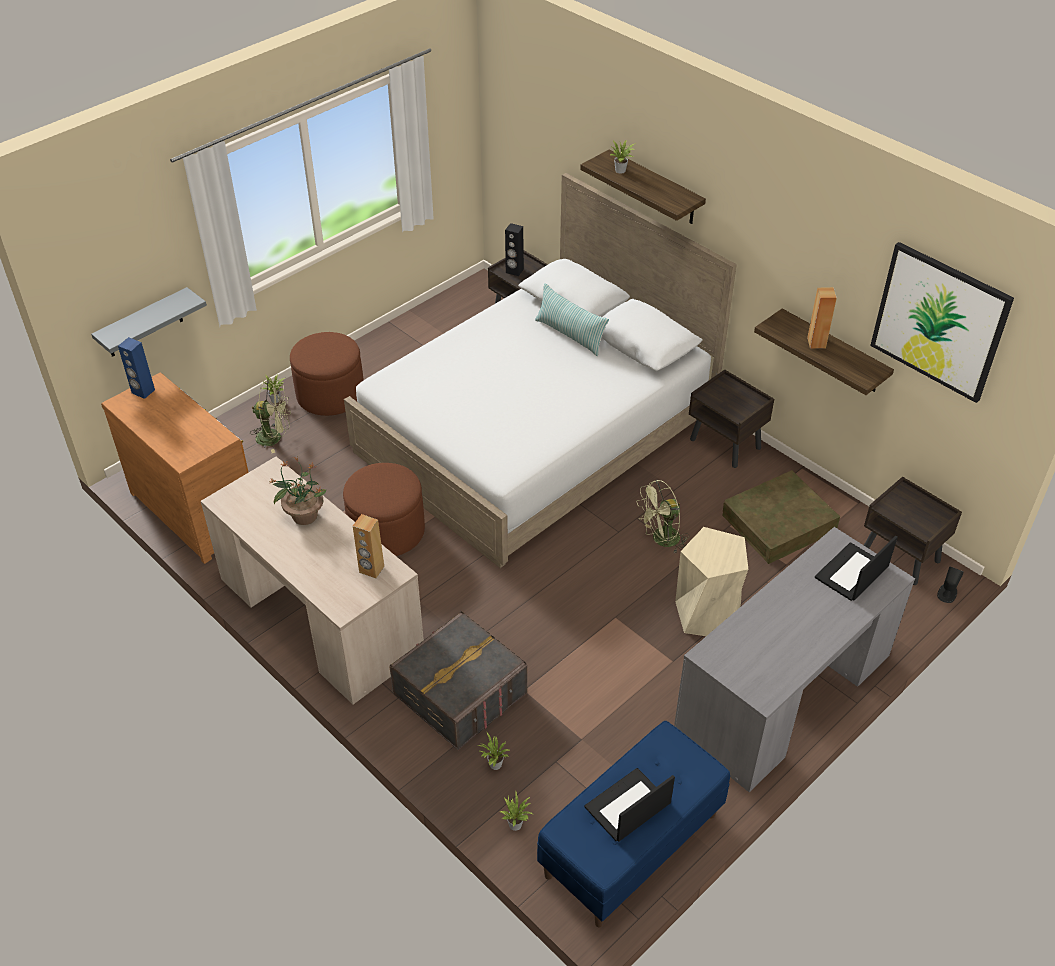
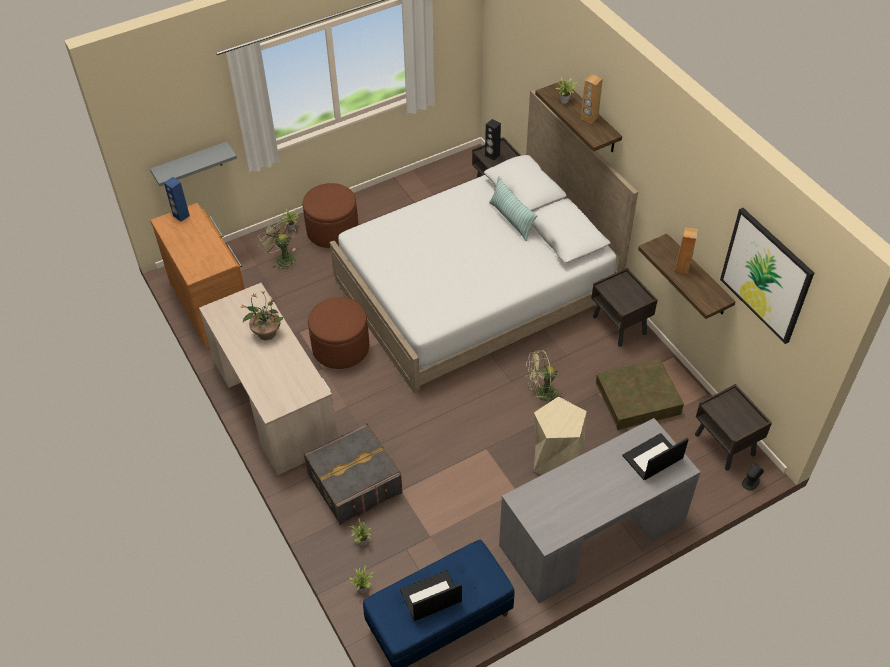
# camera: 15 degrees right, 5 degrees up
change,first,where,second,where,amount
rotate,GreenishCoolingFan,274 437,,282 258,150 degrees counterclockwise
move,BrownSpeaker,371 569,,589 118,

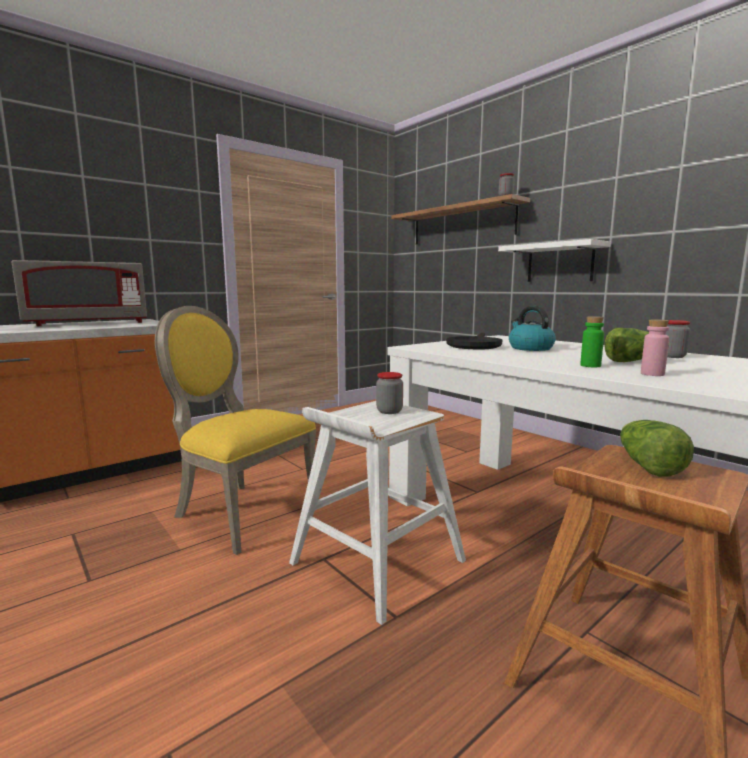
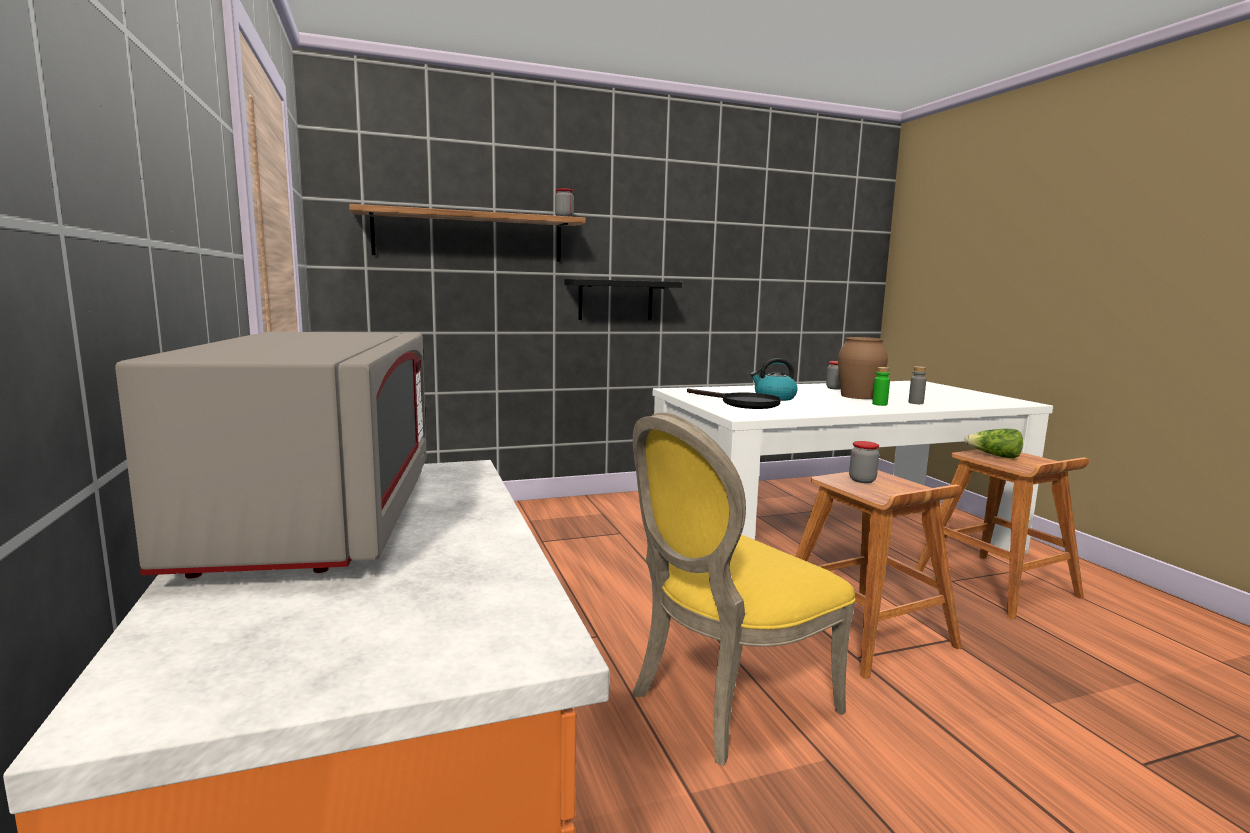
# camera: 70 degrees left, 0 degrees up
change,first,where,second,where,amount
recolor,WhitishWallShelf,560 263,BlackColouredWallShelf,615 300,
recolor,PinkColouredBottle,652 374,GrayBottle,916 403,
replace,Lettuce,632 361,BrownVase,858 396,
recolor,WhitishStoolSeat,376 562,BrownStoolSeat,865 632,

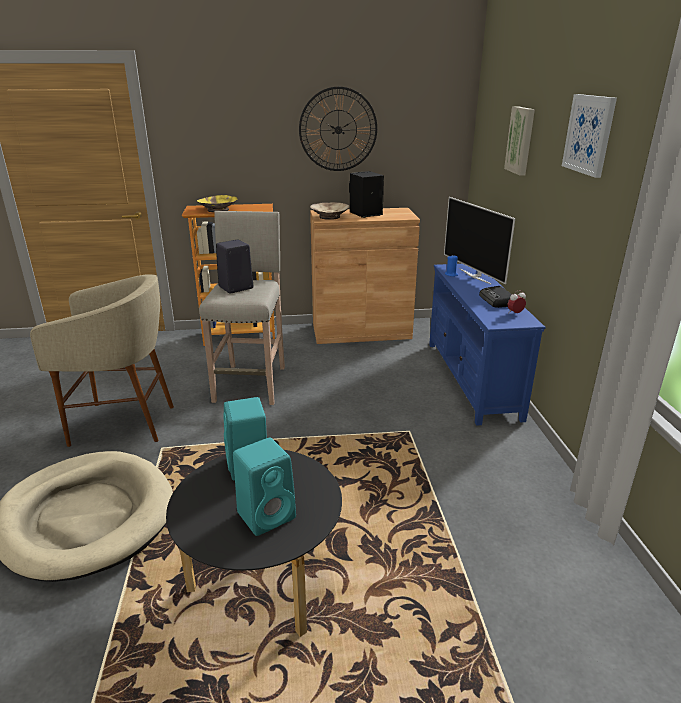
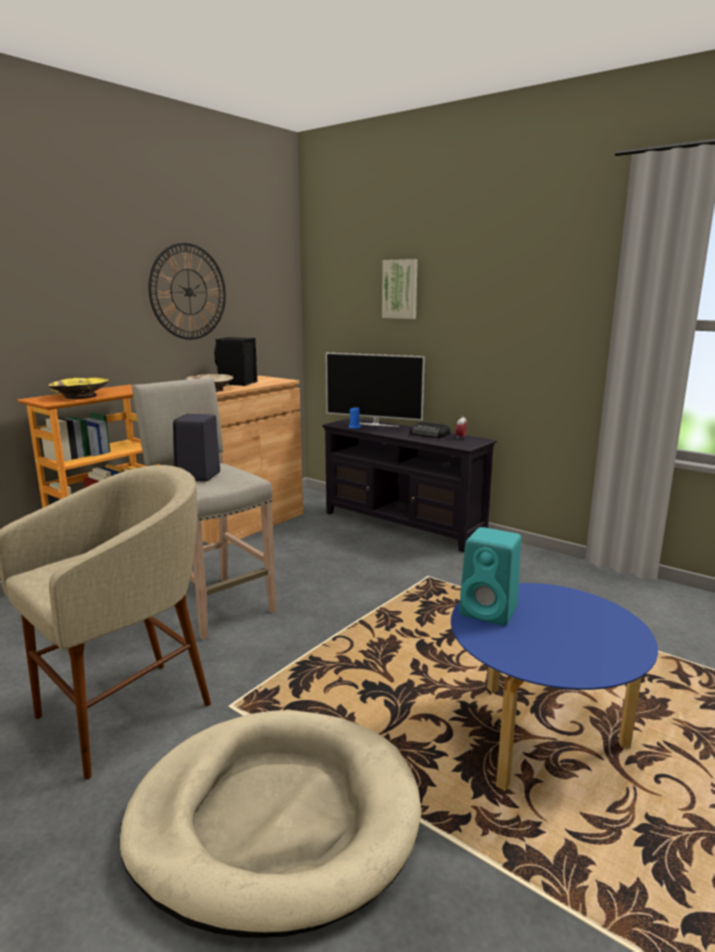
# camera: 45 degrees left, 10 degrees down
change,first,where,second,where,amount
delete,WallPicture,589 134,,,
recolor,BlueColouredTvStand,472 379,BlackColouredTvStand,403 525,
delete,BlueGreenSpeaker,268 514,,,
recolor,BlackColouredLoungeTable,262 583,BlueColouredLoungeTable,539 738,

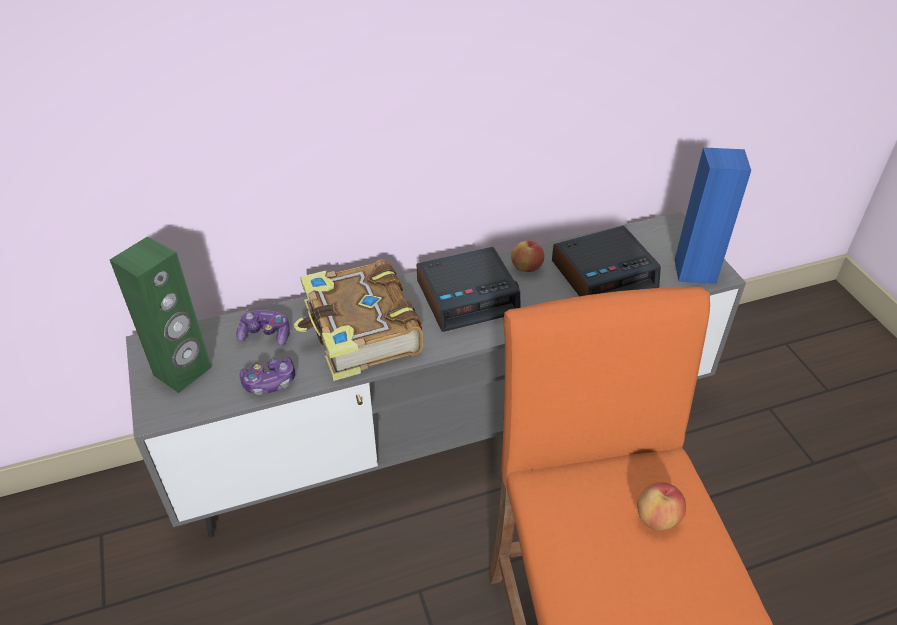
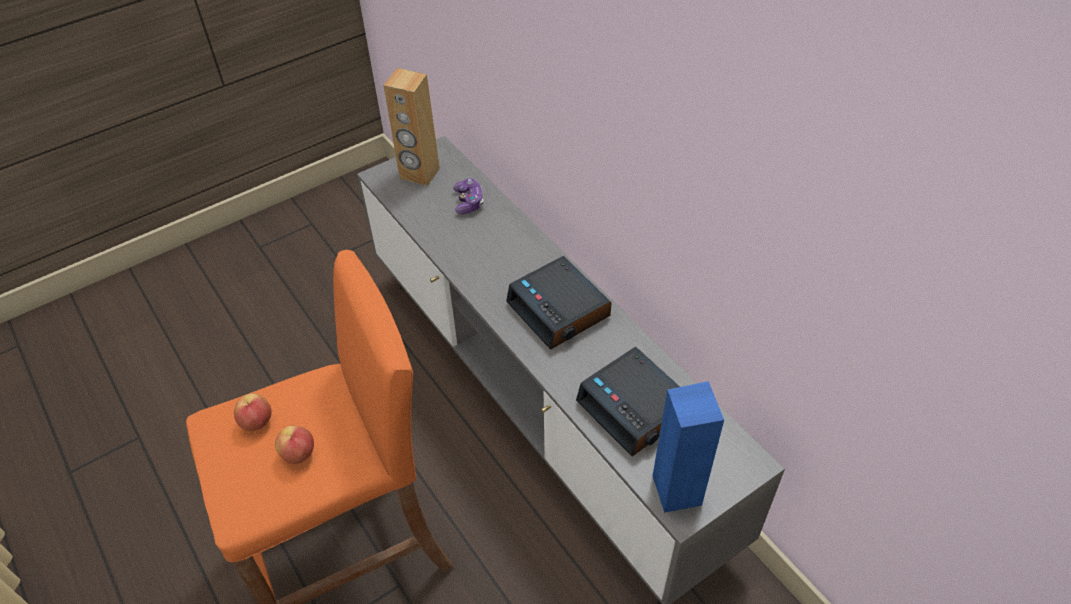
# camera: 75 degrees right, 5 degrees up
change,first,where,second,where,amount
recolor,GreenishSpeaker,183 371,BrownSpeaker,419 174,
move,WholeApple,527 267,,257 422,
delete,Book,360 333,,,
delete,Gamepad,269 382,,,

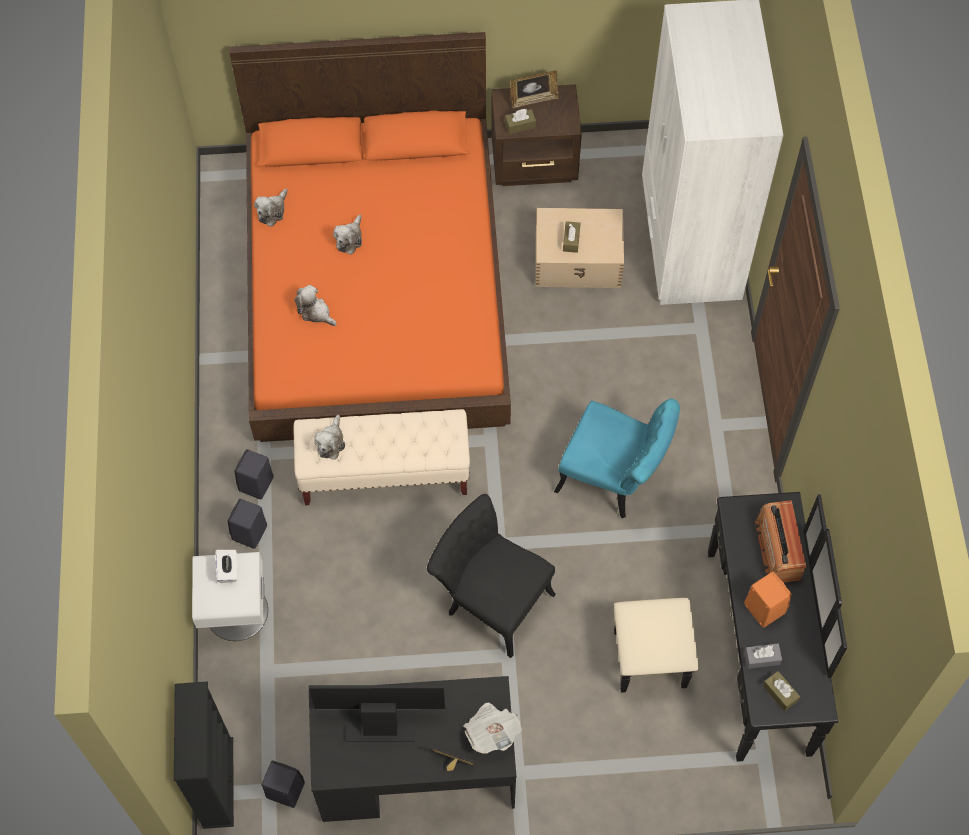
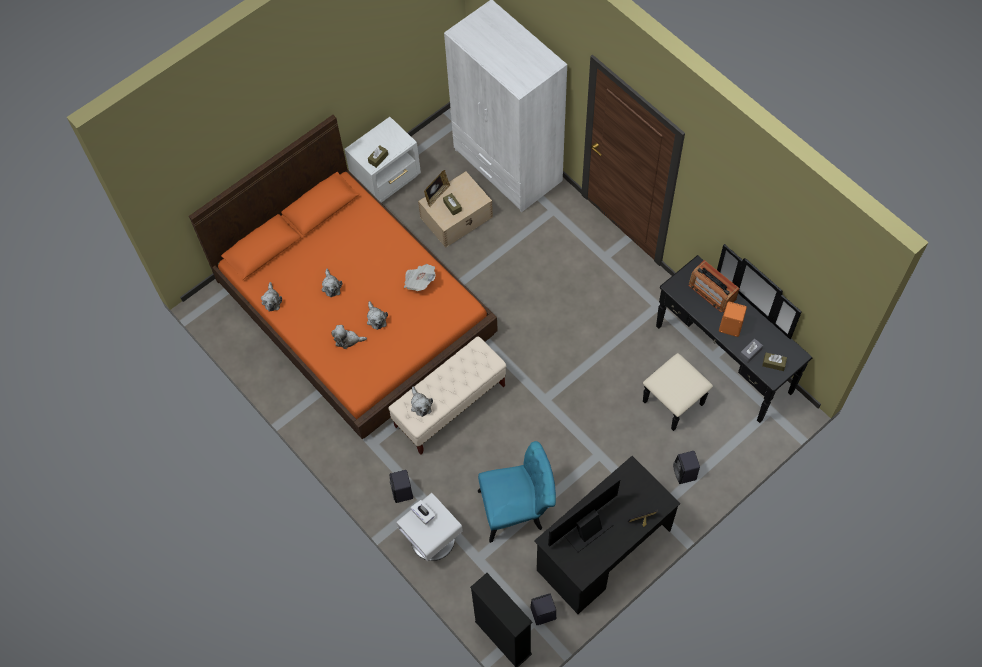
# camera: 35 degrees left, 0 degrees up
change,first,where,second,where,amount
move,StandingFrame,533 99,,437 195,
recolor,BrownBedsideTable,535 164,WhitishBedsideTable,387 179,
move,BlueGreenUprightChair,614 478,,518 509,
move,BlackColouredSpeaker,256 485,,685 474,
delete,BlackColouredUprightChair,491 599,,,
move,Newspaper,492 731,,419 281,
insert,,,SoftToy,376 318,

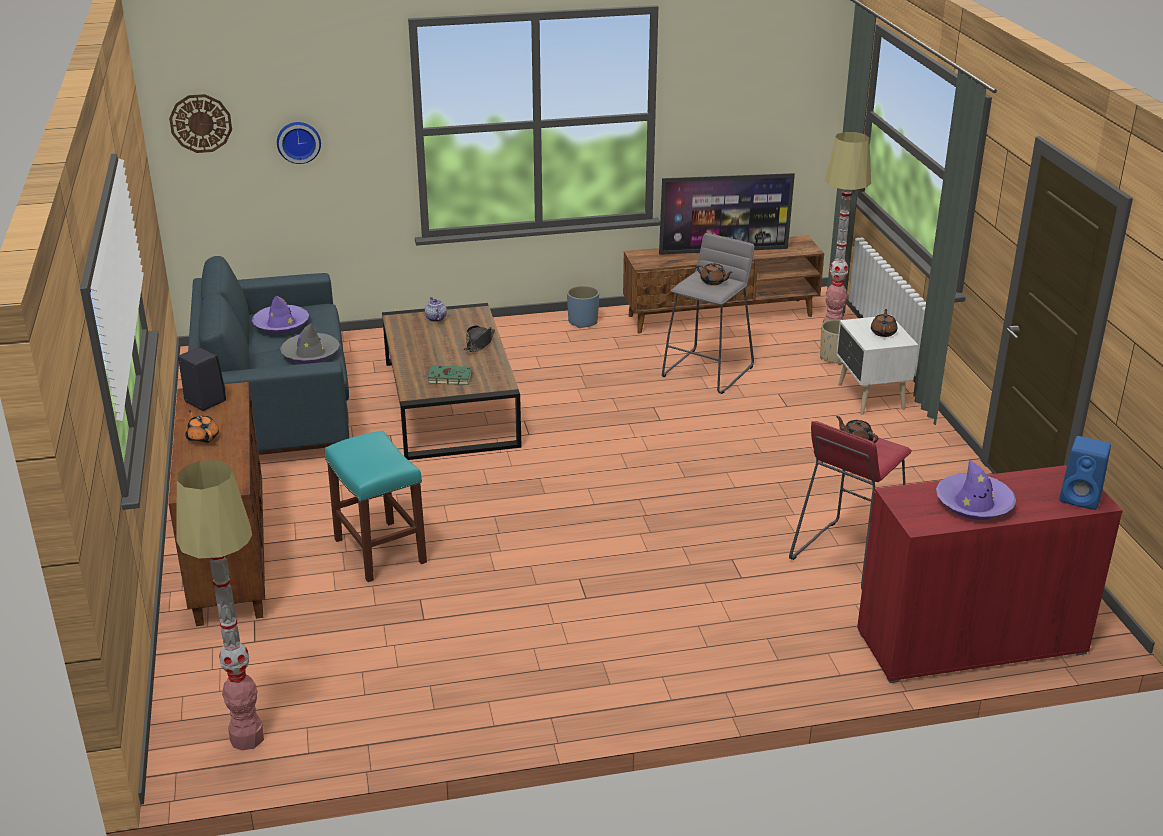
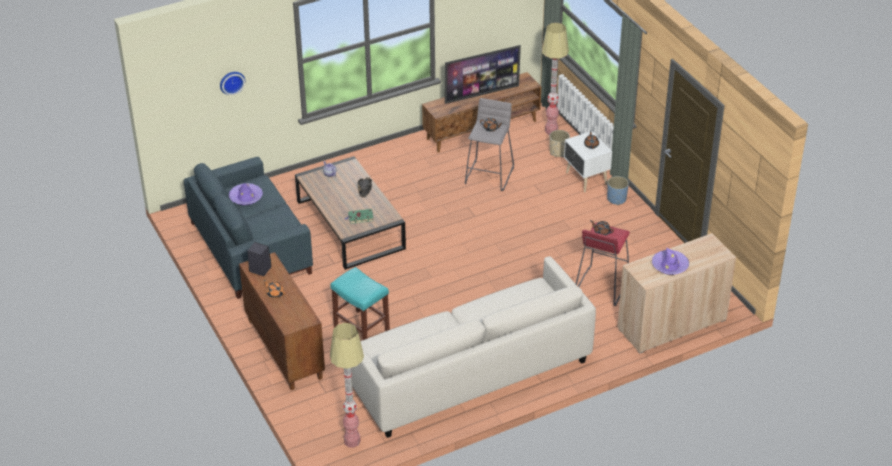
# camera: 15 degrees left, 10 degrees up
change,first,where,second,where,amount
delete,HangingClock,200 123,,,
move,BlueColouredPlanter,583 322,,616 199,
delete,GrayWearableHat,310 354,,,
delete,BlueColouredSpeaker,1081 498,,,
recolor,ReddishCupboard,970 642,BeigeCupboard,671 324,
insert,,,WhitishSettee,469 372,

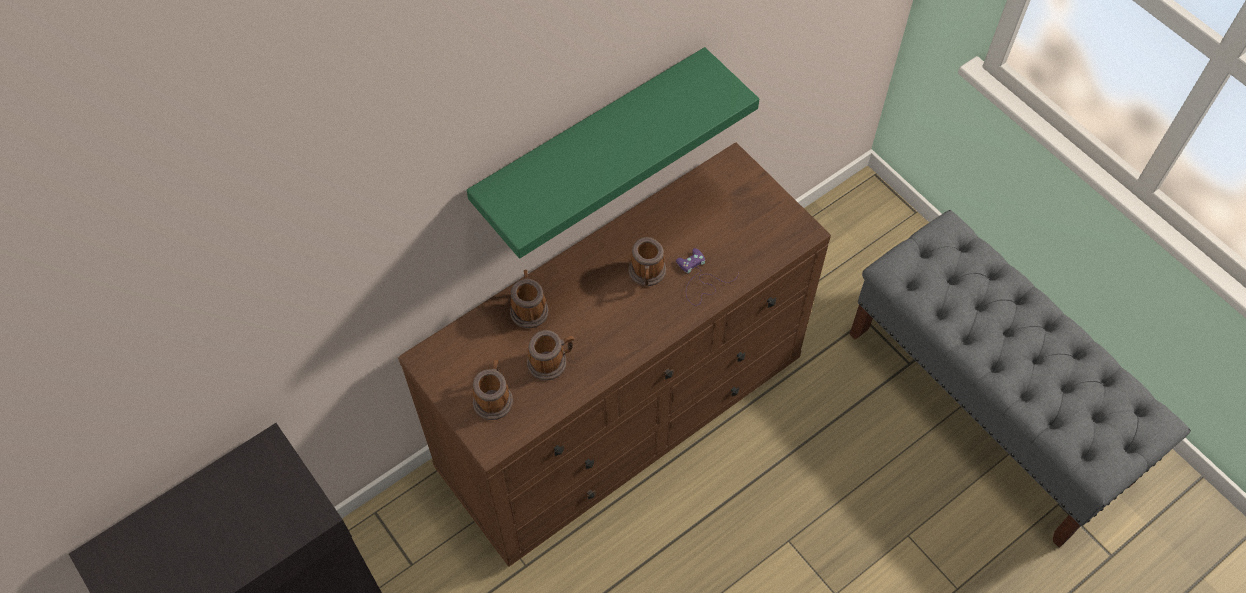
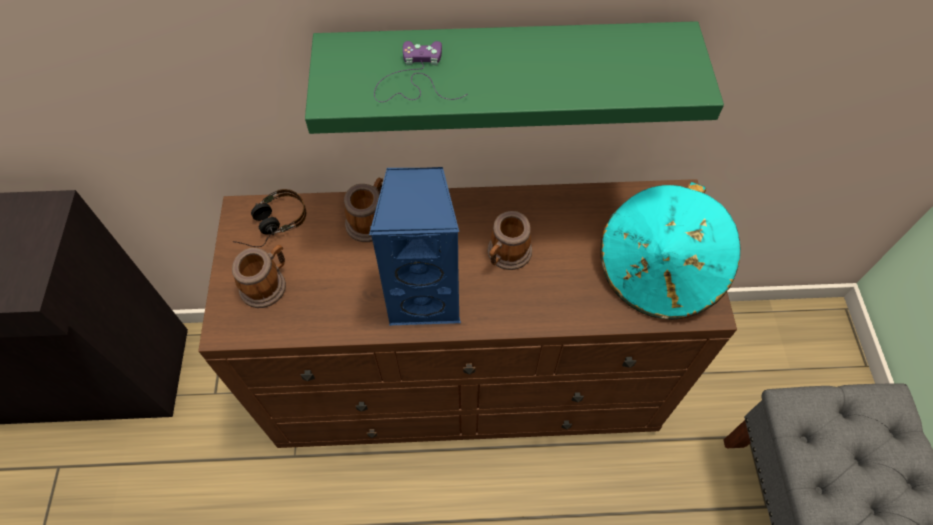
# camera: 35 degrees right, 0 degrees up
change,first,where,second,where,amount
move,PurpleColouredGamepad,700 279,,414 79,
delete,TeaMug,551 361,,,
insert,,,BlueColouredSpeaker,425 297,
insert,,,BlueGreenWearableHat,659 273,
insert,,,Headset,270 226,

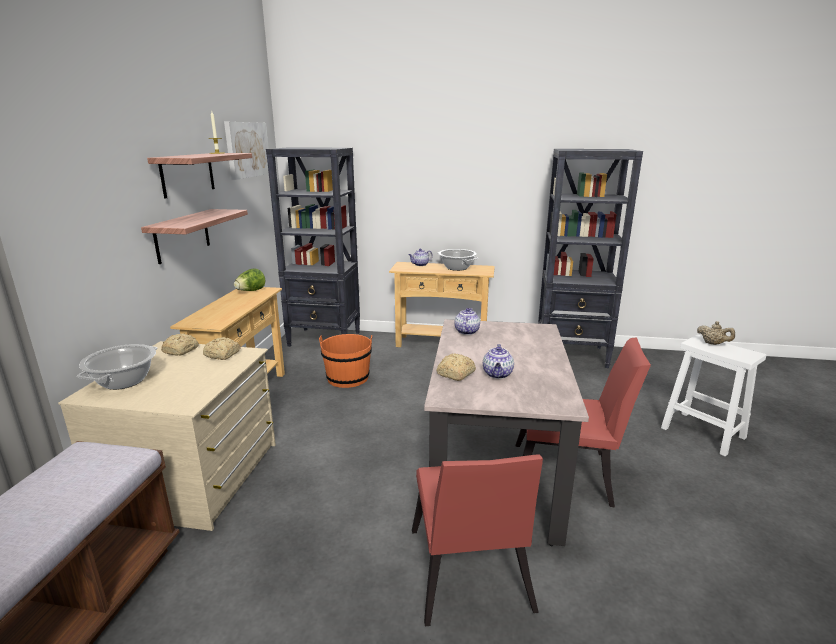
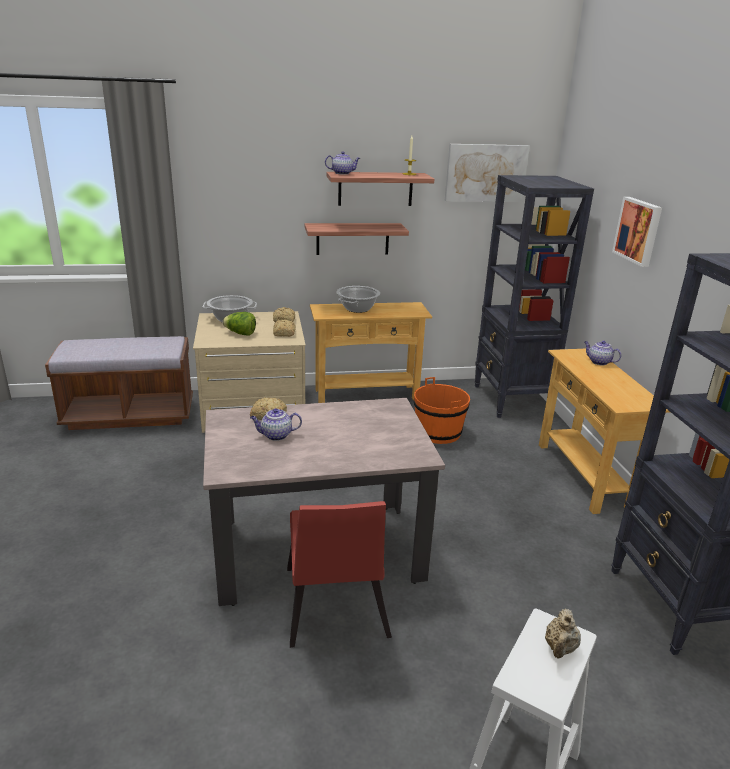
# camera: 70 degrees right, 5 degrees up
change,first,where,second,where,amount
move,CookingPot,457 268,,357 309,
move,Lettuce,251 291,,240 333,
move,PotForTea,466 331,,342 173,
delete,ReddishUprightChair,468 577,,,
insert,,,WallPicture,639 231,

